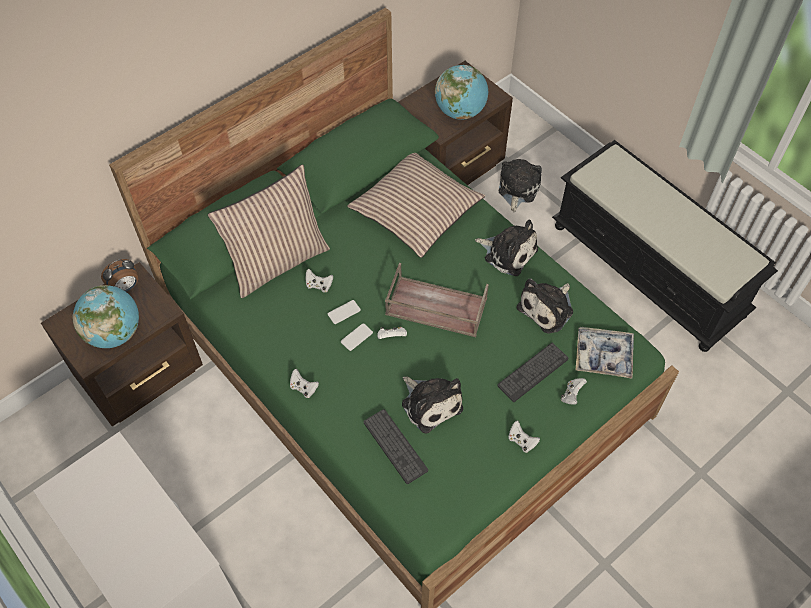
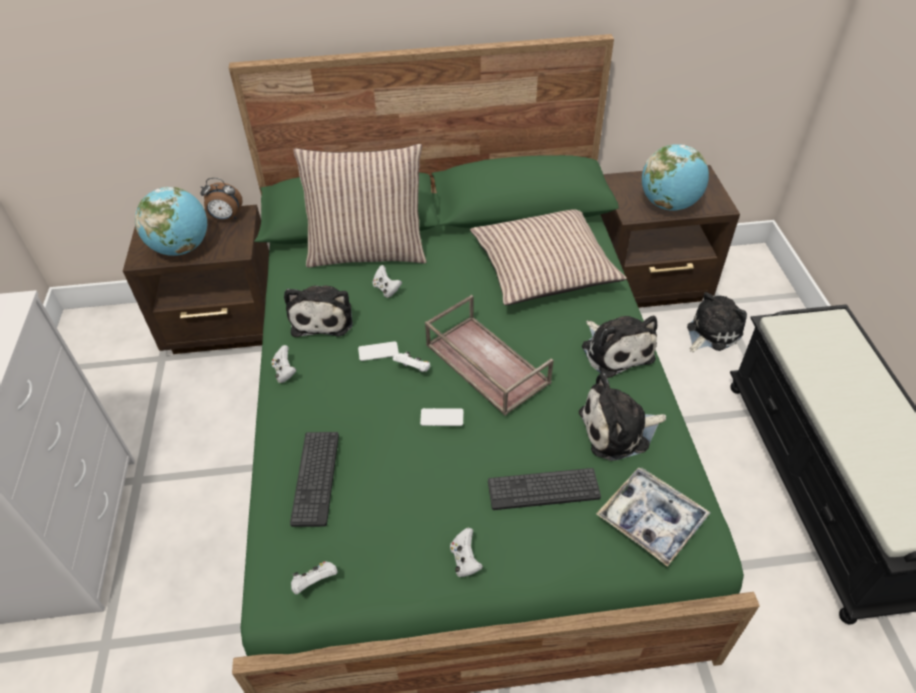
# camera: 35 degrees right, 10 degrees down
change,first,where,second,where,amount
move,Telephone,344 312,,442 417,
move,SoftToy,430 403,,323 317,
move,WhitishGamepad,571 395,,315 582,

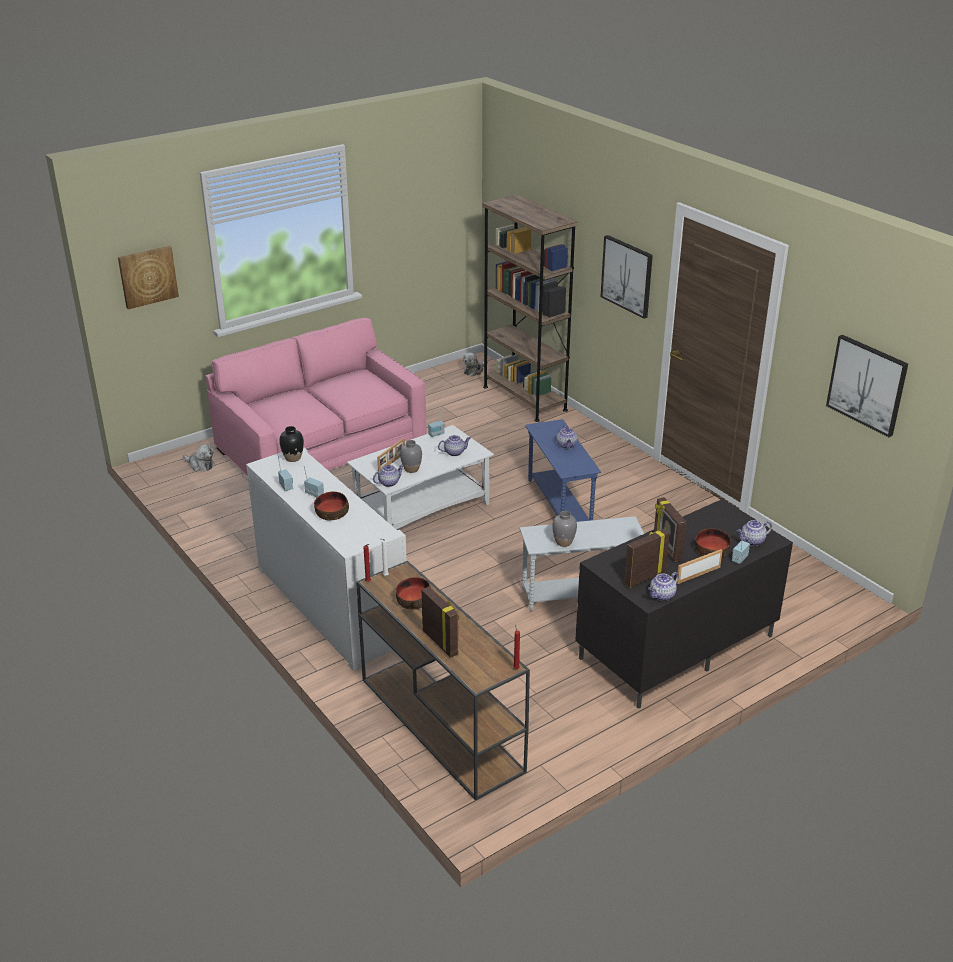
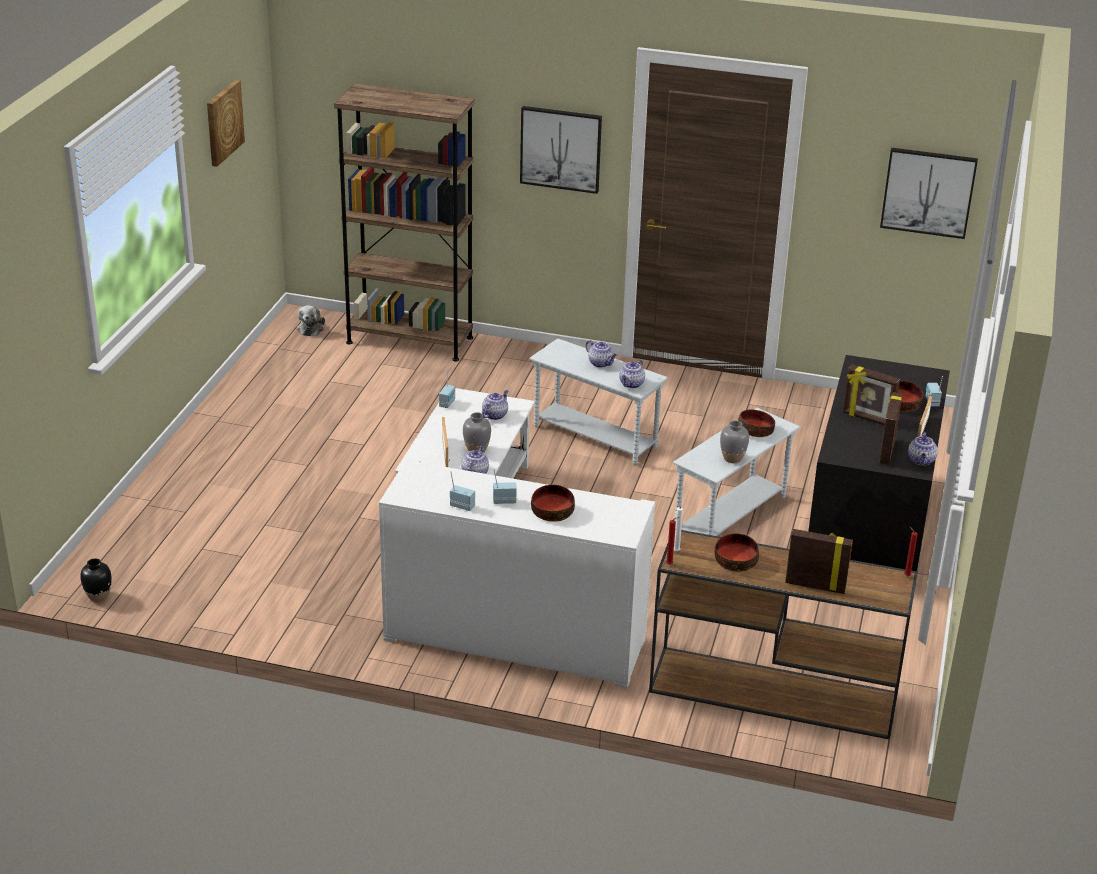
# camera: 40 degrees left, 0 degrees up
change,first,where,second,where,amount
move,WallPicture,148 276,,223 122,
delete,PinkColouredSettee,321 444,,,
recolor,BlueColouredAccentTable,560 503,WhitishAccentTable,595 437,
move,BlackColouredVase,293 458,,98 596,
delete,SoftToy,200 465,,,
move,PotForTea,752 541,,631 384,
insert,,,DeepDish,755 431,

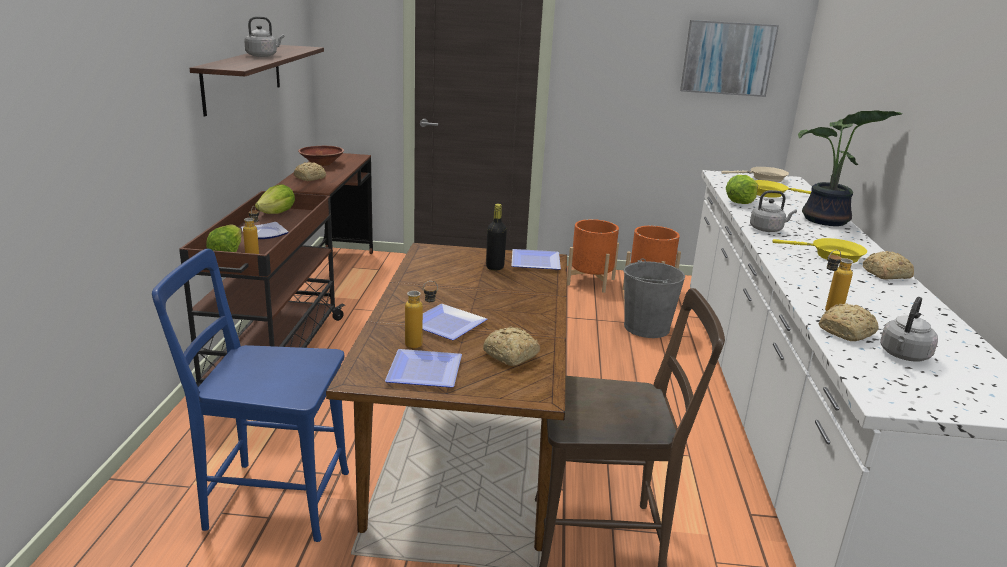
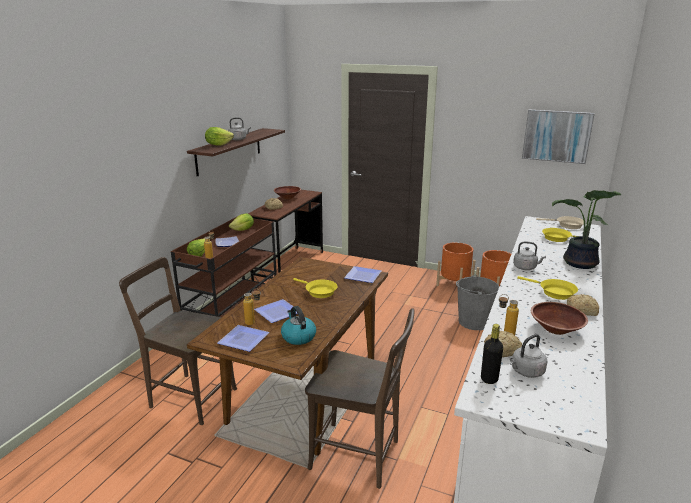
# camera: 20 degrees right, 0 degrees up
change,first,where,second,where,amount
move,Lettuce,740 202,,218 145,
move,BlackColouredBottle,495 267,,489 379,
recolor,BlueColouredUprightChair,270 499,BrownUprightChair,189 397,
replace,BakedBread,511 356,WaterKettle,298 337,
insert,,,YellowishSkillet,319 291,
insert,,,BrownDeepDish,556 329,

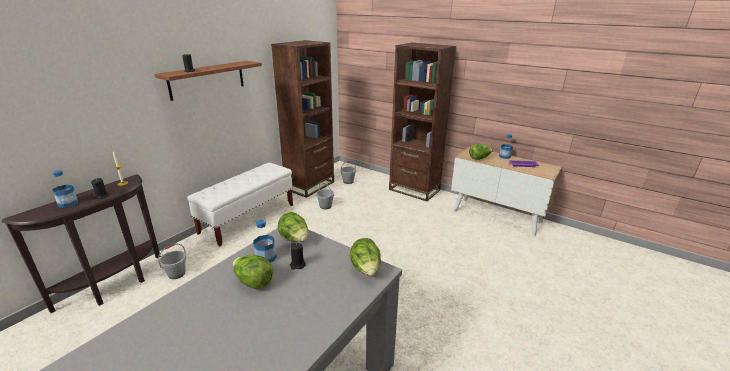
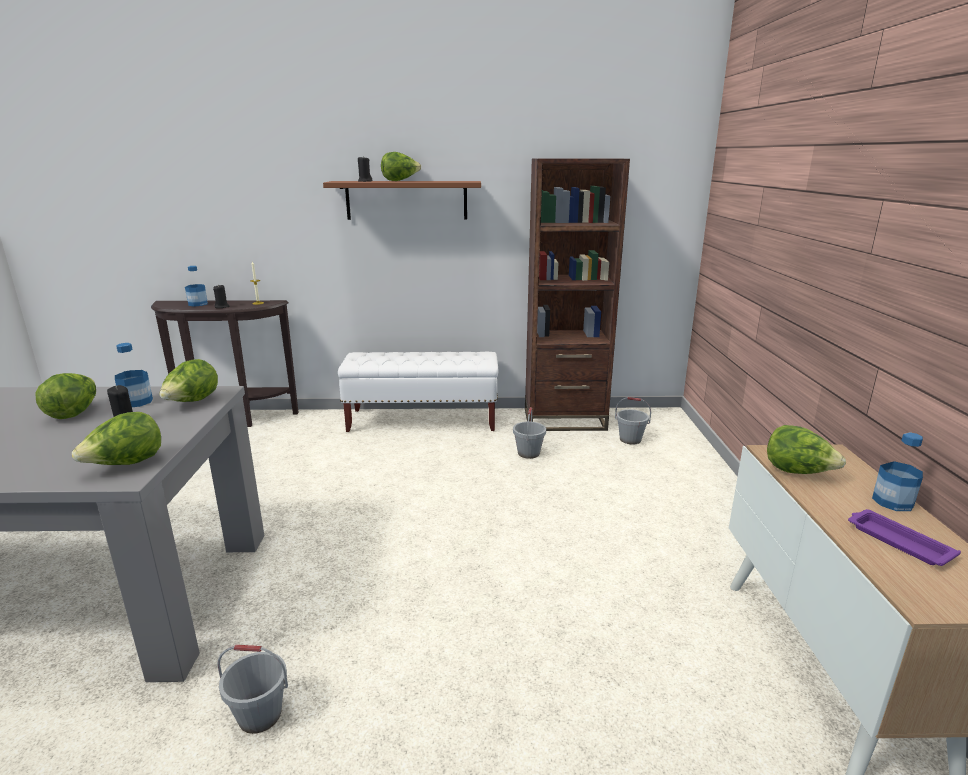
# camera: 55 degrees right, 5 degrees down
change,first,where,second,where,amount
delete,BrownShelvingUnit,414 190,,,
move,GrayBucket,176 274,,259 715,
insert,,,Lettuce,400 181,

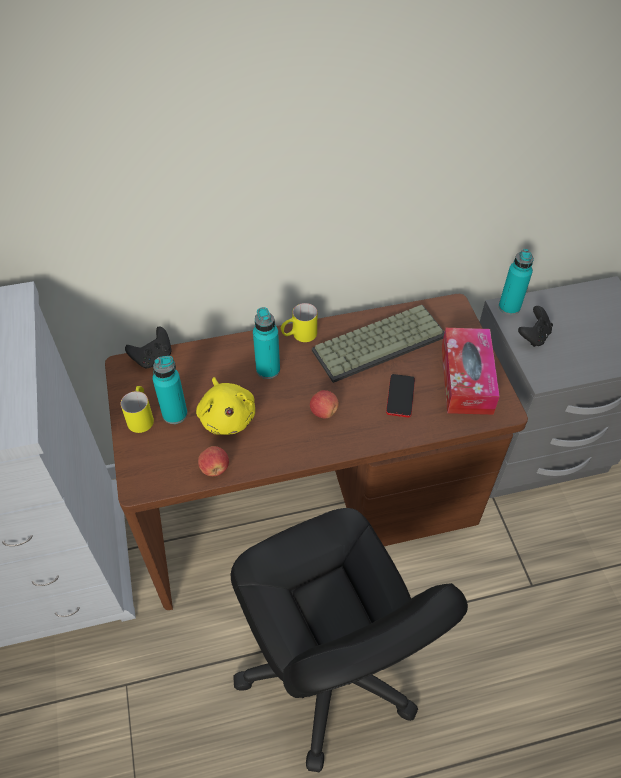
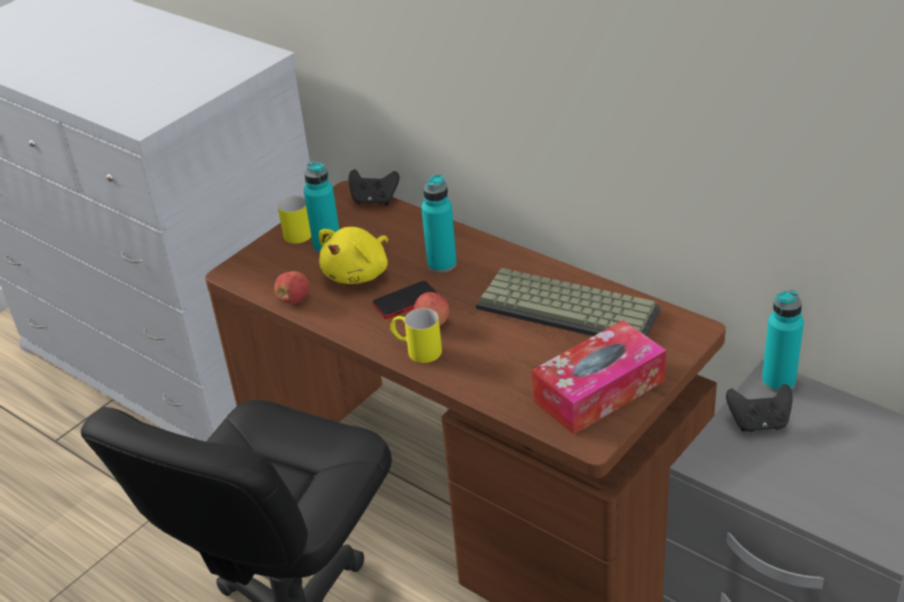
# camera: 55 degrees right, 15 degrees down
change,first,where,second,where,amount
move,YellowishTeaMug,299 335,,417 350,
move,Telephone,400 396,,405 301,

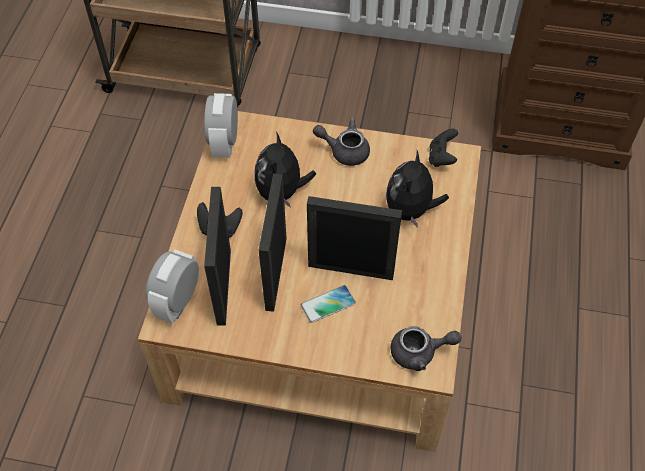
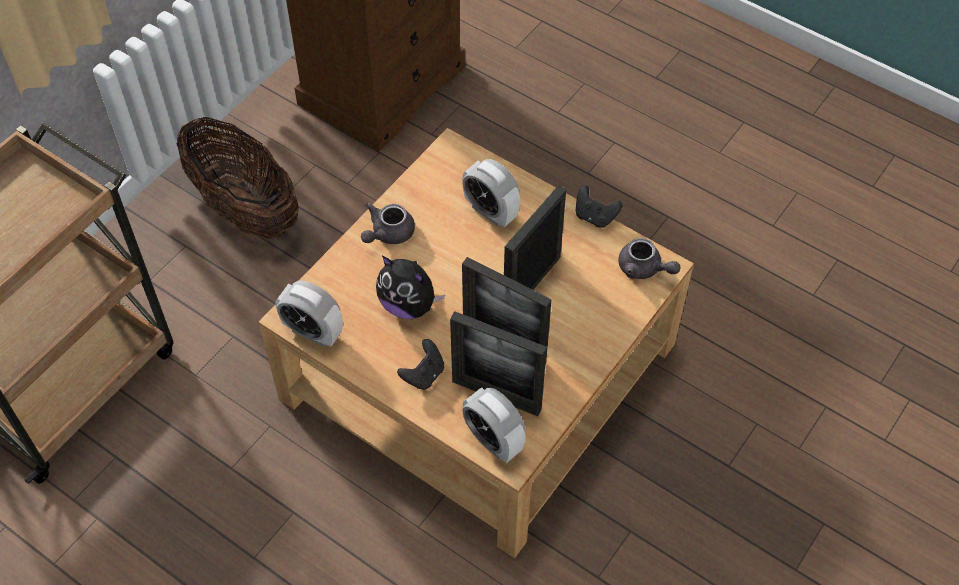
# camera: 65 degrees left, 0 degrees up
change,first,where,second,where,amount
move,BlackColouredGamepad,441 157,,595 217,
replace,SoftToy,410 210,BedsideClock,491 212,
delete,Telephone,328 304,,,
rotate,GrayPotForTea,420 353,,644 269,105 degrees clockwise
insert,,,HouseholdBasket,245 208,

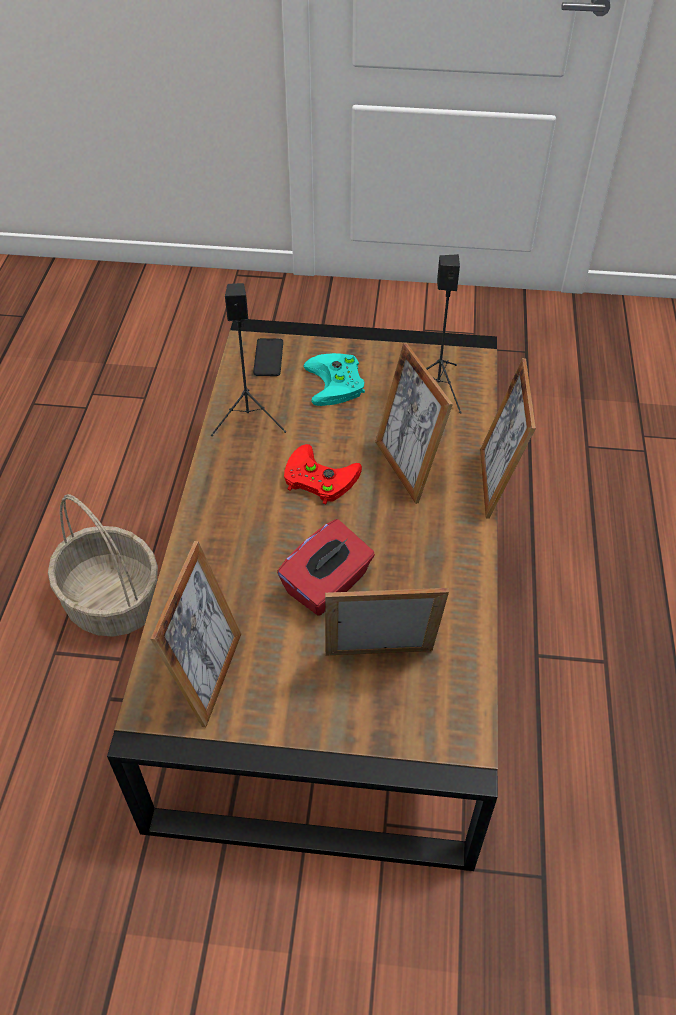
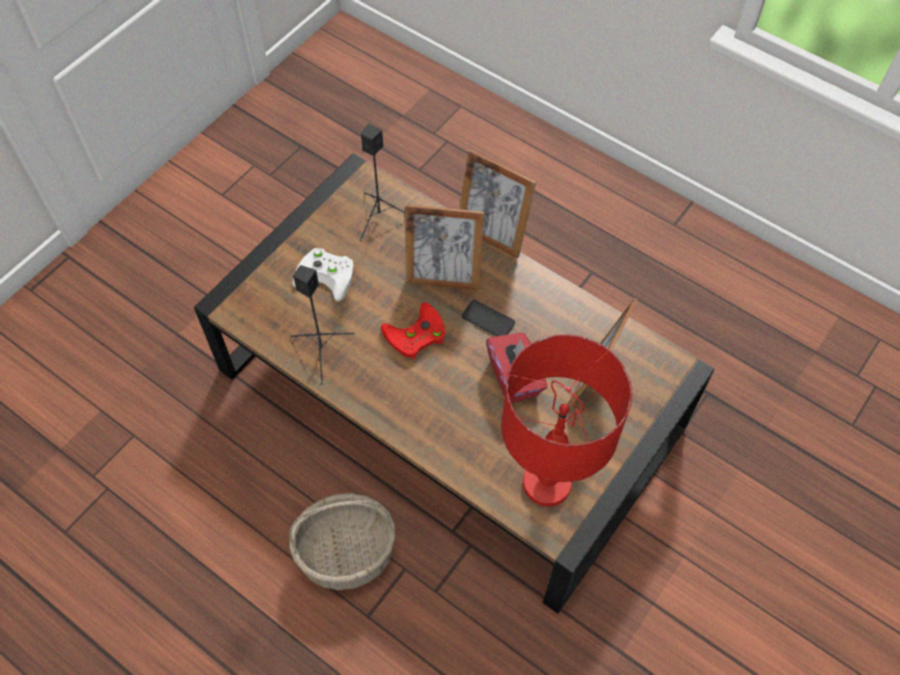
# camera: 60 degrees left, 10 degrees up
change,first,where,second,where,amount
move,Telephone,268 358,,488 319,
recolor,BlueGreenGamepad,337 384,WhitishGamepad,328 275,
replace,StandingFrame,208 675,ReddishTableLamp,545 483,

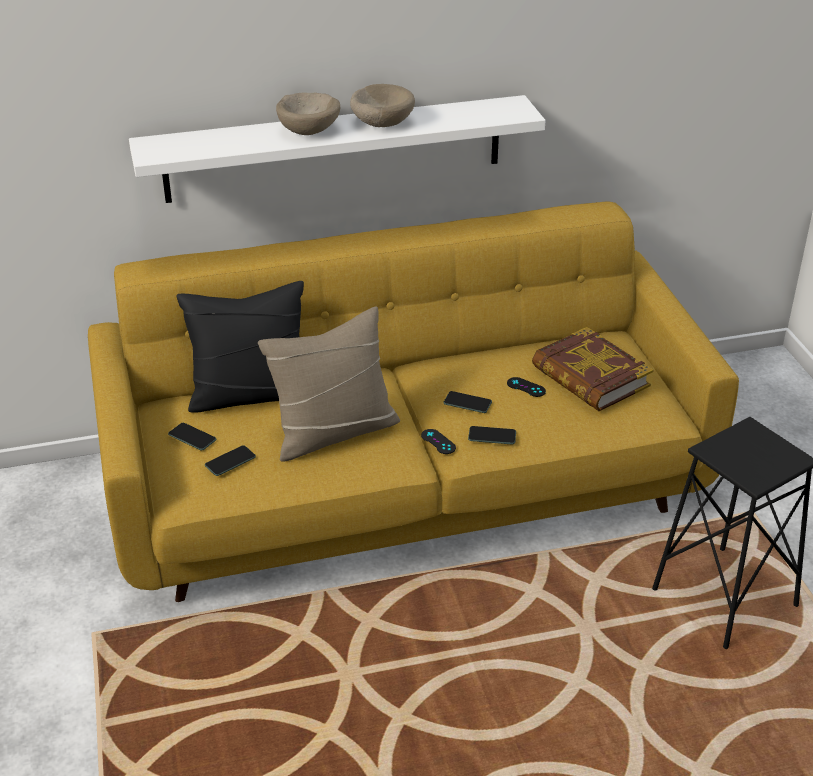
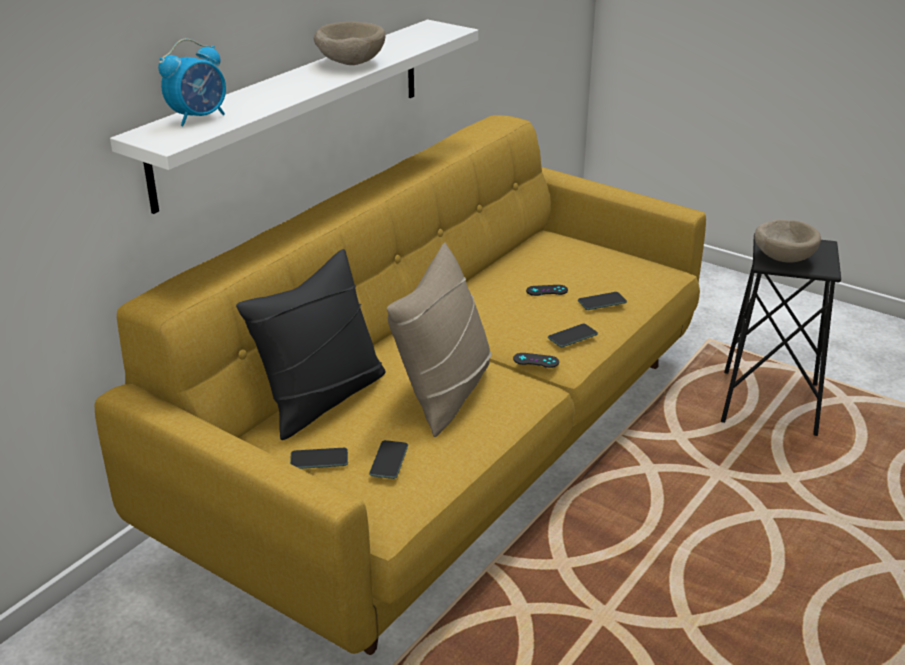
# camera: 40 degrees left, 5 degrees down
change,first,where,second,where,amount
move,BeigeDeepDish,310 131,,783 257,
delete,Book,590 377,,,
move,Telephone,467 403,,602 302,
insert,,,BedsideClock,199 118,

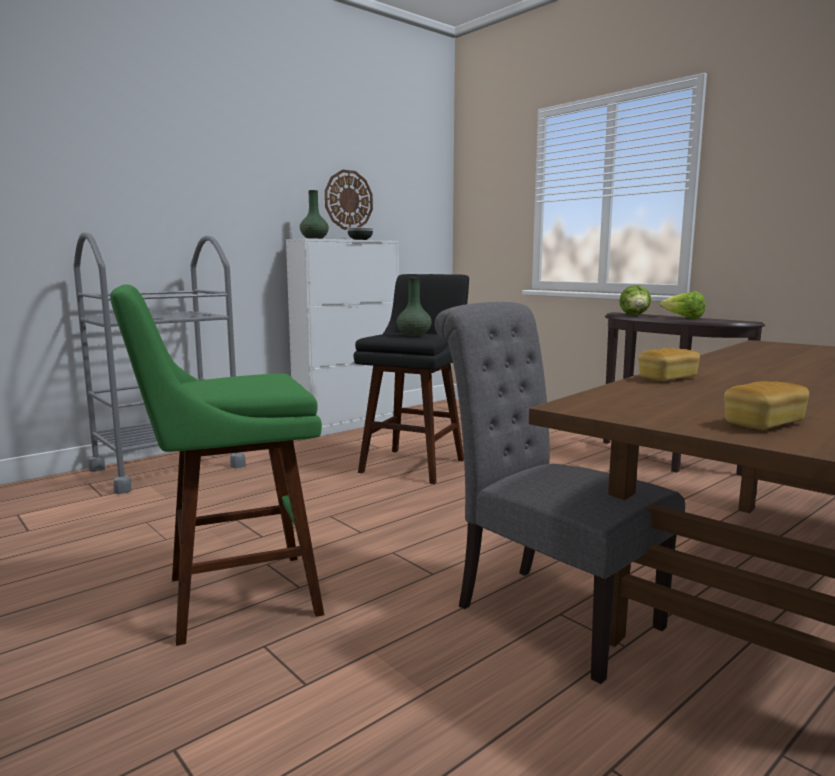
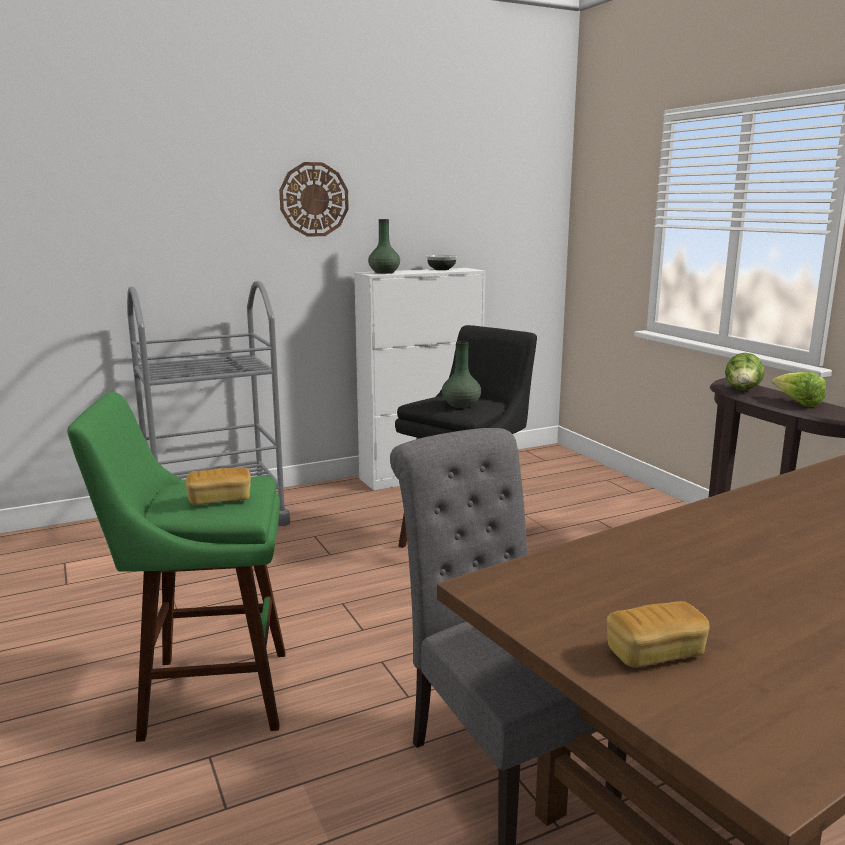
# camera: 15 degrees right, 5 degrees up
change,first,where,second,where,amount
move,HangingClock,348 200,,314 199,
move,BakedBread,667 378,,220 499,

